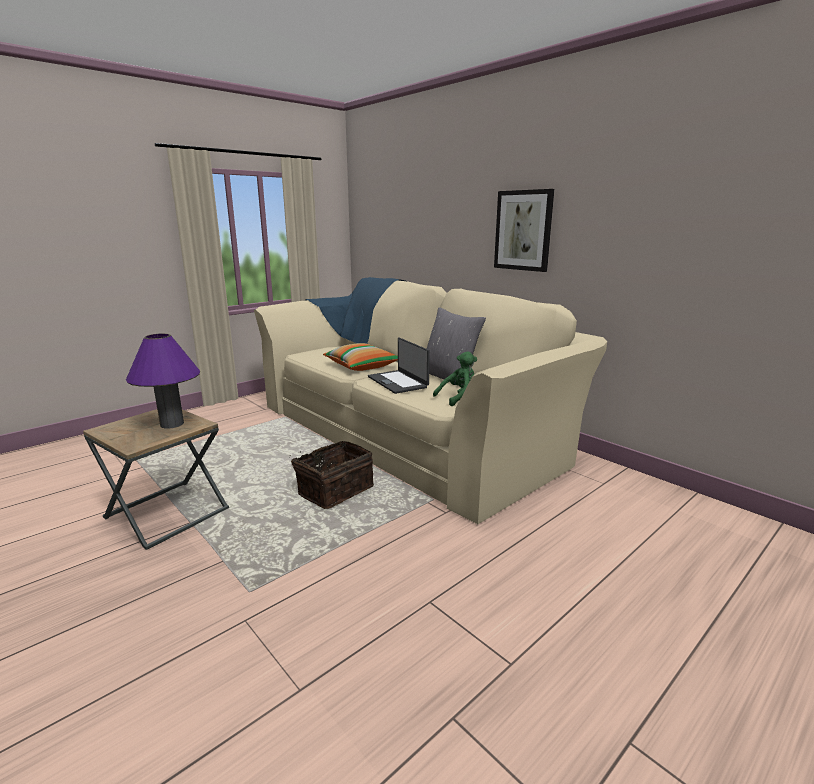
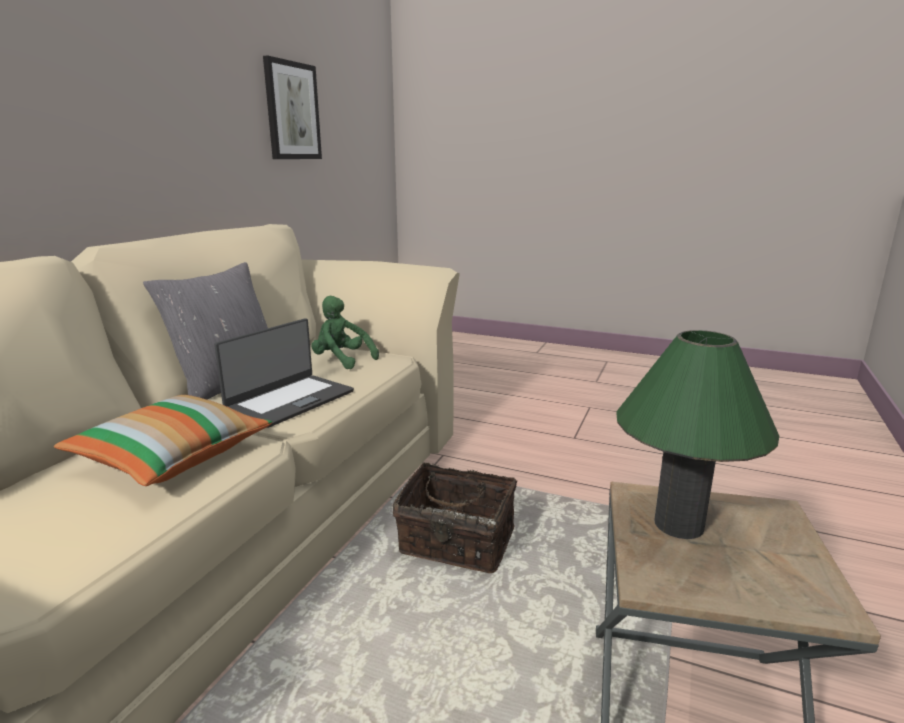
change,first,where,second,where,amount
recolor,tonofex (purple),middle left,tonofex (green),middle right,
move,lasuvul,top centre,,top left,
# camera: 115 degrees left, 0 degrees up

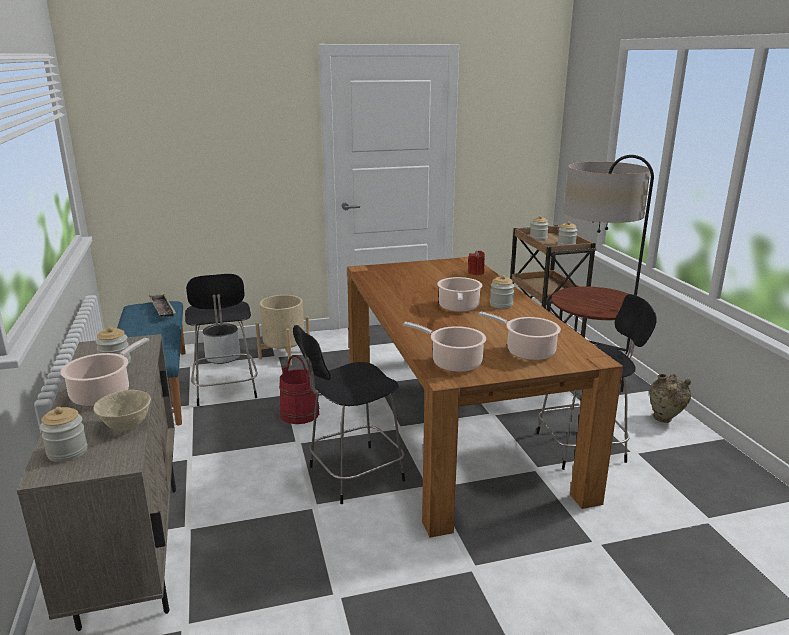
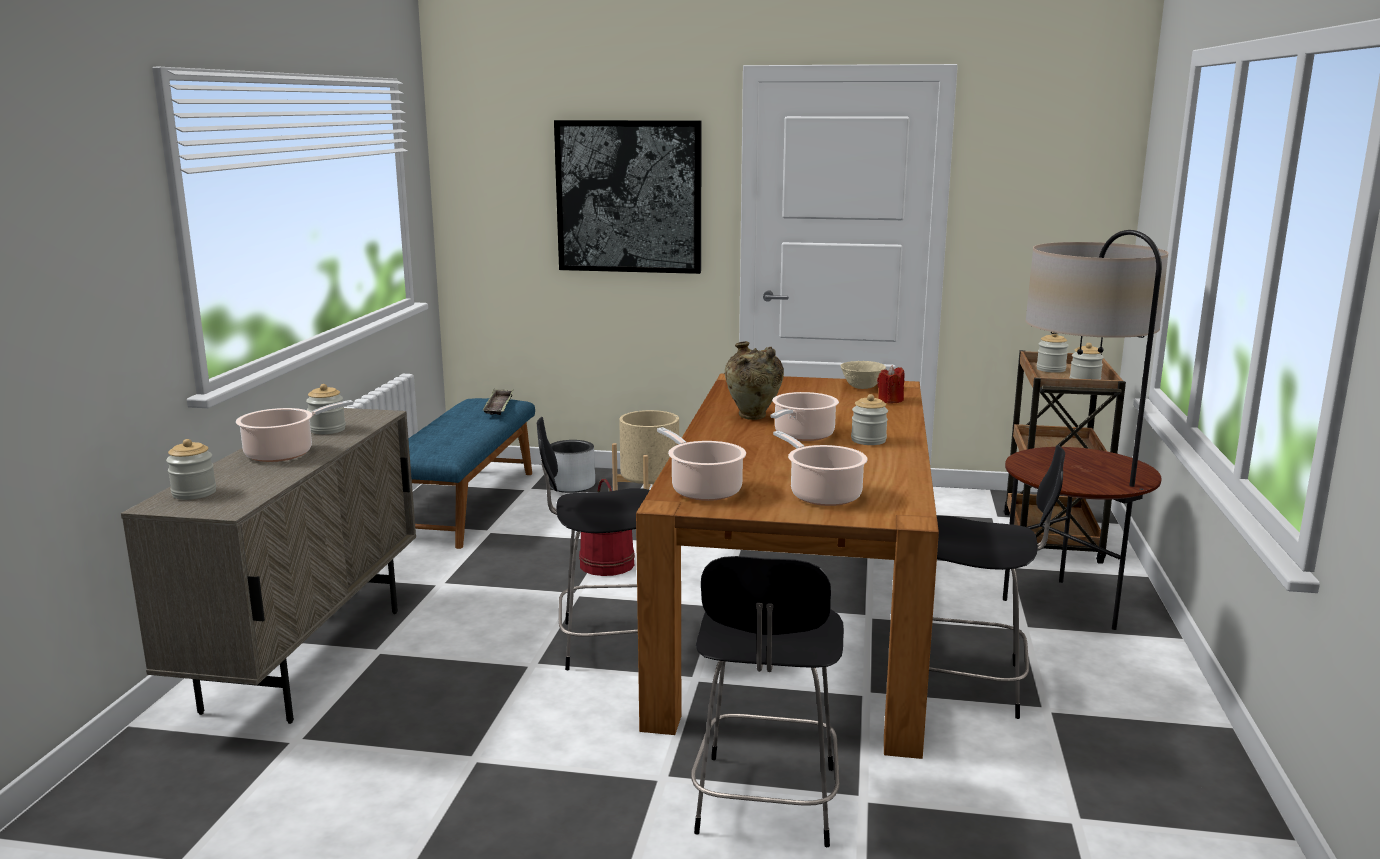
change,first,where,second,where,amount
move,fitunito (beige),middle left,,centre,
move,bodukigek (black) (1st from left in the first image),middle left,bodukigek (black) (2nd from left),bottom centre,
move,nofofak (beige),middle right,,centre,
insert,,,lasuvul,top centre,
# camera: 25 degrees right, 5 degrees down

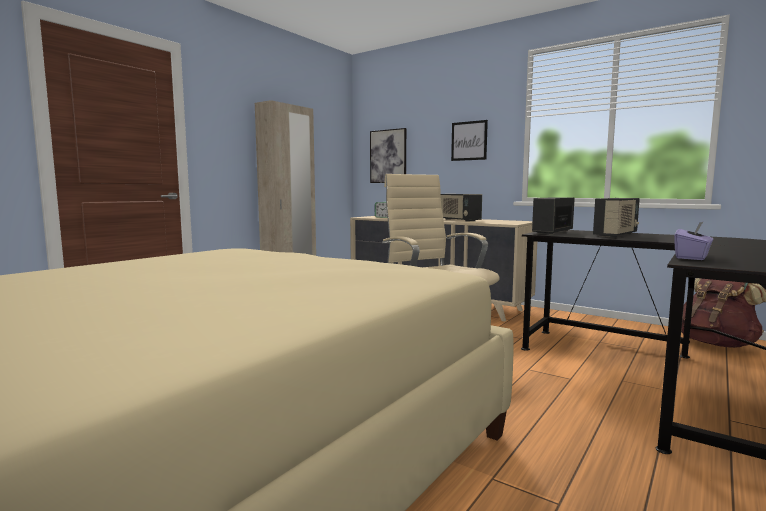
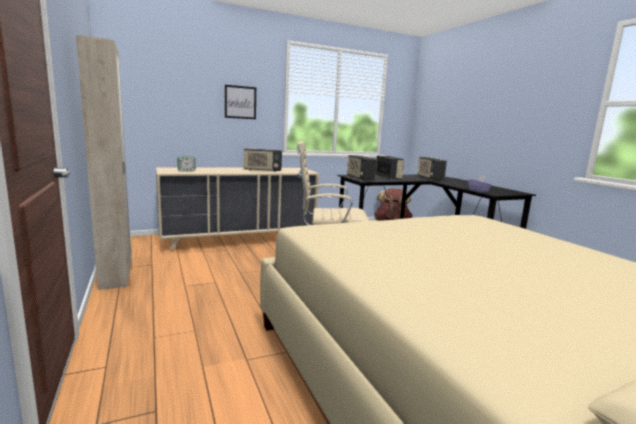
change,first,where,second,where,amount
delete,lasuvul (1st from left),top centre,,,
insert,,,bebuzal (4th from left),middle right,
# camera: 60 degrees left, 5 degrees up

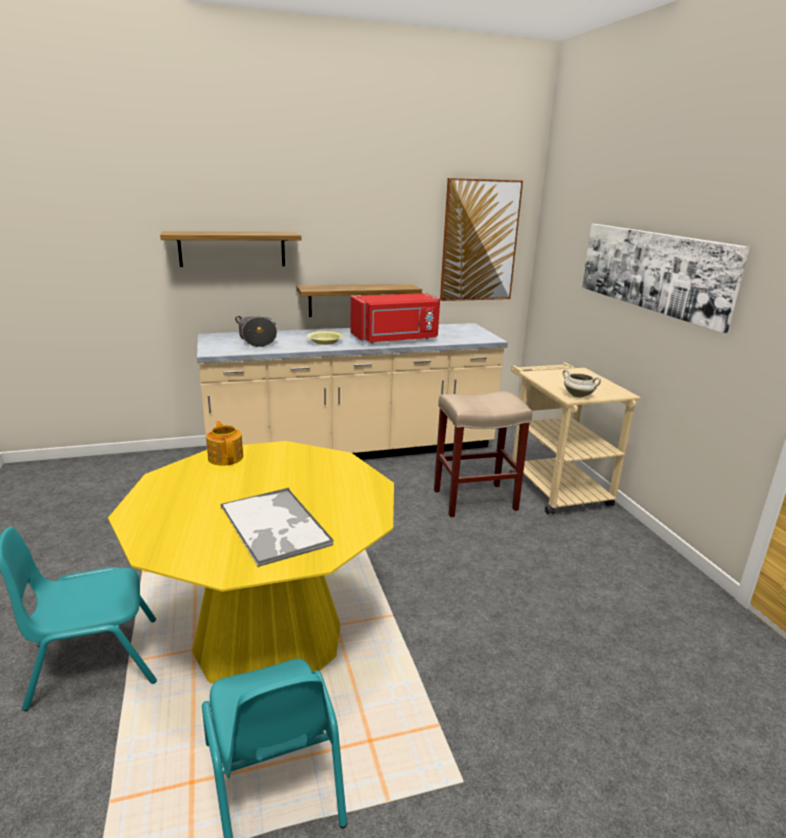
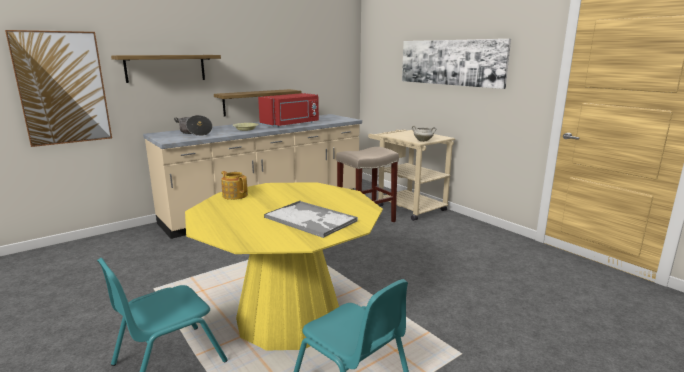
change,first,where,second,where,amount
move,lasuvul (1st from left),top centre,,top left,
# camera: 20 degrees left, 5 degrees down

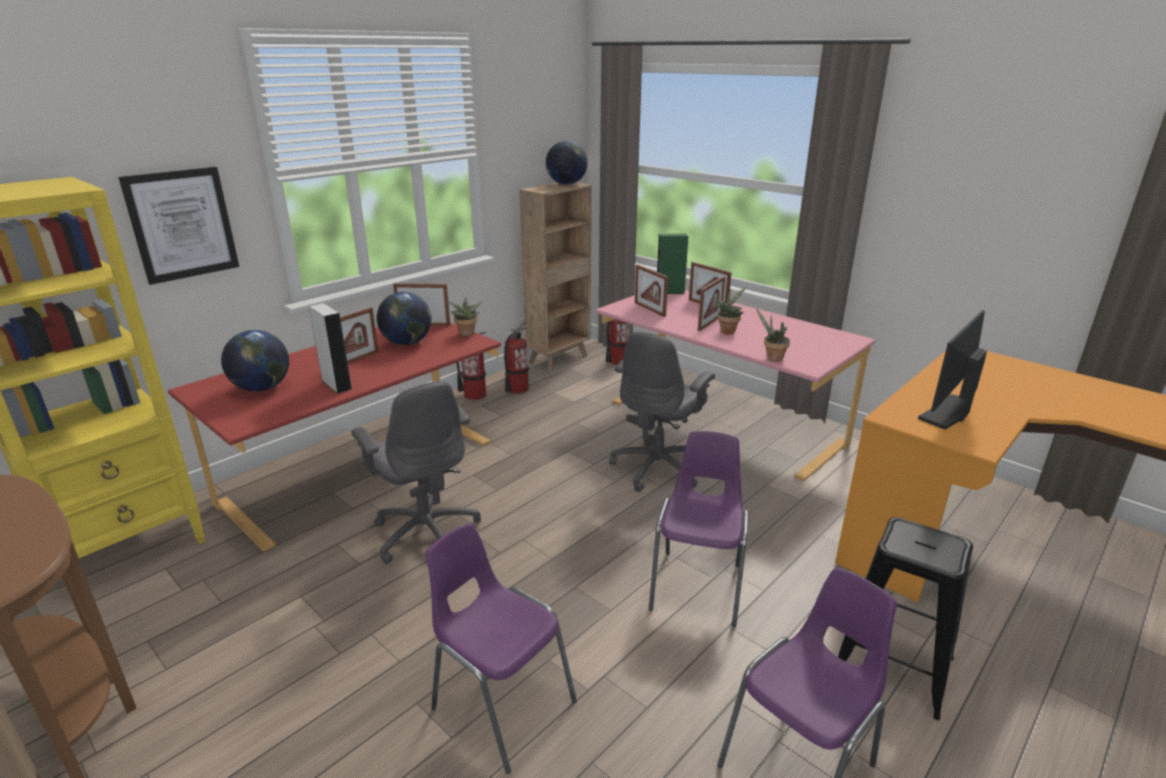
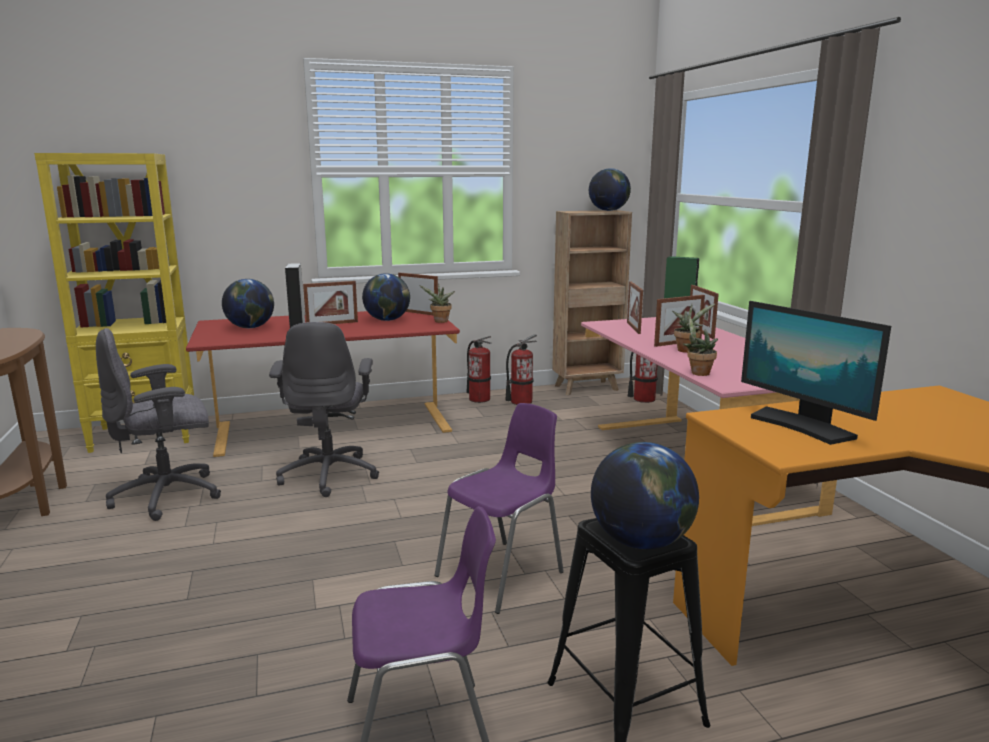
change,first,where,second,where,amount
delete,lasuvul,top left,,,
delete,bodukigek (purple) (1st from left),bottom centre,,,
move,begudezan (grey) (2nd from left in the first image),centre,begudezan (grey) (1st from left),middle left,
rotate,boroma,middle right,,middle right,105 degrees counterclockwise
insert,,,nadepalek (4th from left),bottom centre,
# camera: 30 degrees right, 10 degrees down

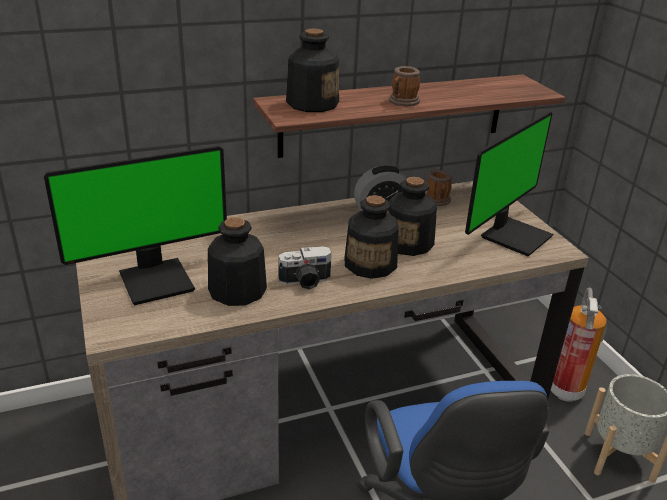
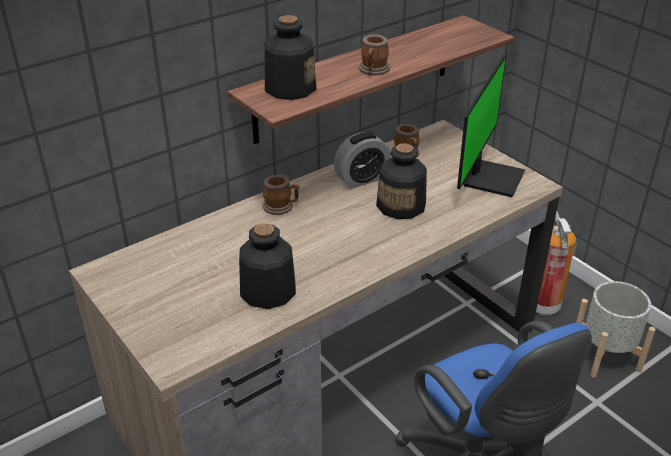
change,first,where,second,where,amount
delete,boroma (1st from left),middle left,,,
delete,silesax,centre,,,
delete,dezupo (3rd from left),centre,,,
insert,,,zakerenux (1st from left),centre,
# camera: 15 degrees left, 5 degrees up

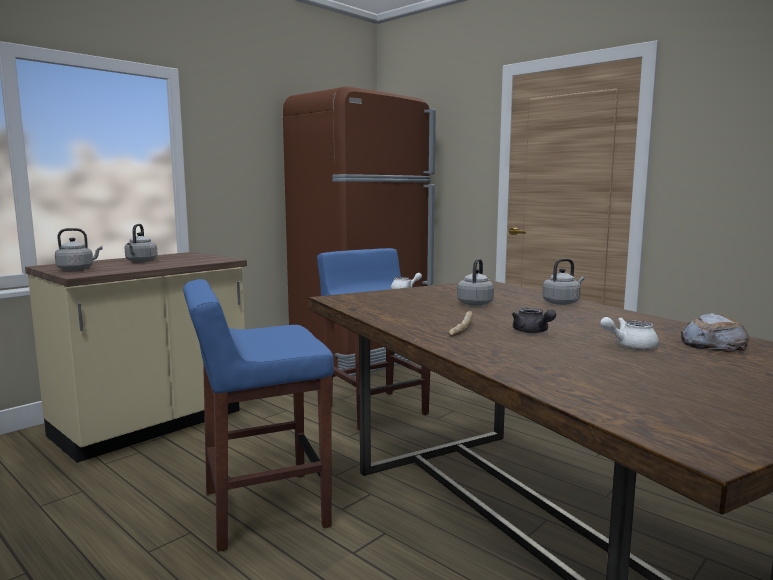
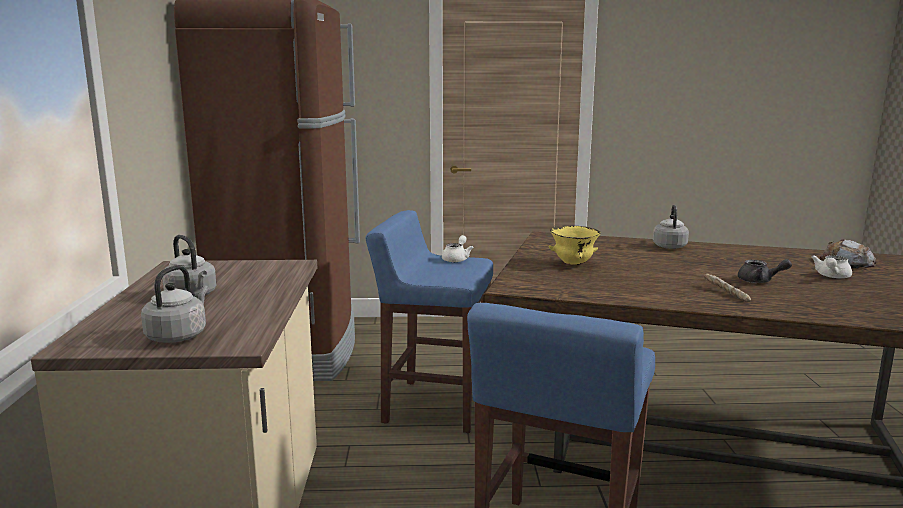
change,first,where,second,where,amount
delete,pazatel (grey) (3rd from left),centre,,,
insert,,,fitunito (yellow),centre,
# camera: 45 degrees left, 5 degrees up

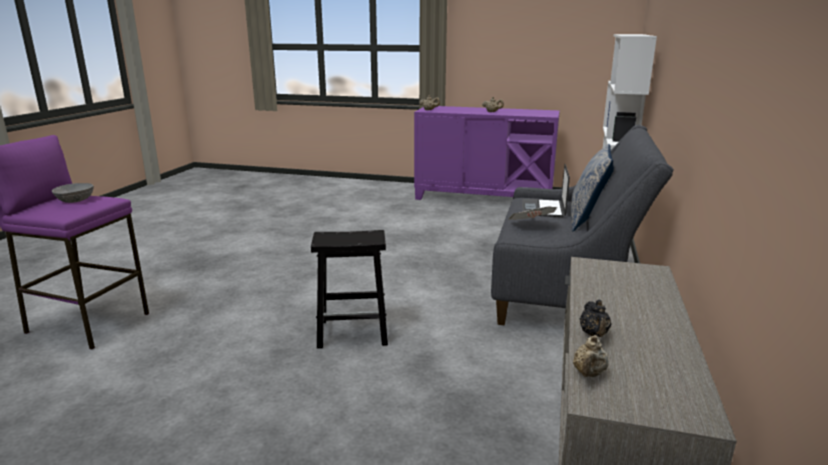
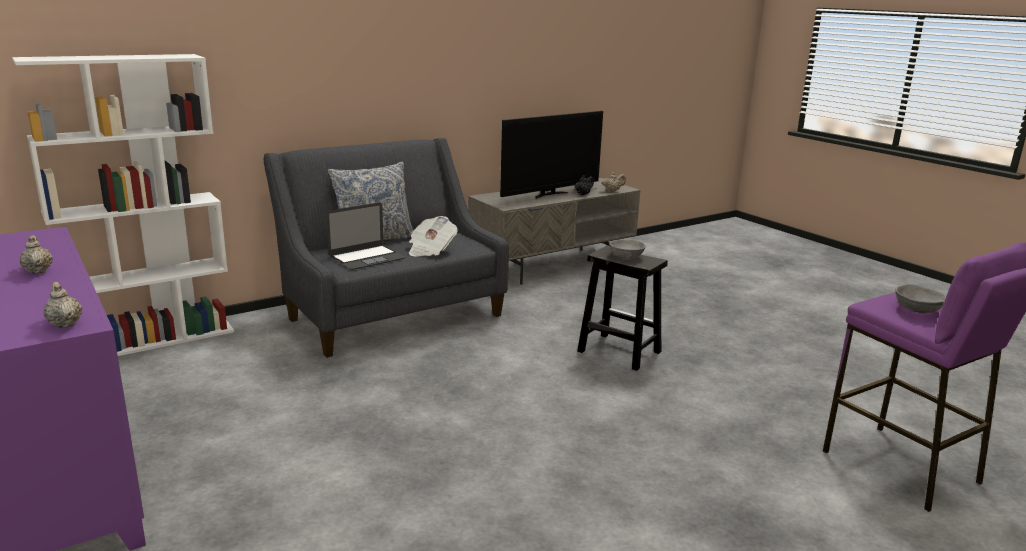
change,first,where,second,where,amount
insert,,,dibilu,top centre,
insert,,,fitunito (grey) (1st from left),centre,
# camera: 140 degrees left, 0 degrees up

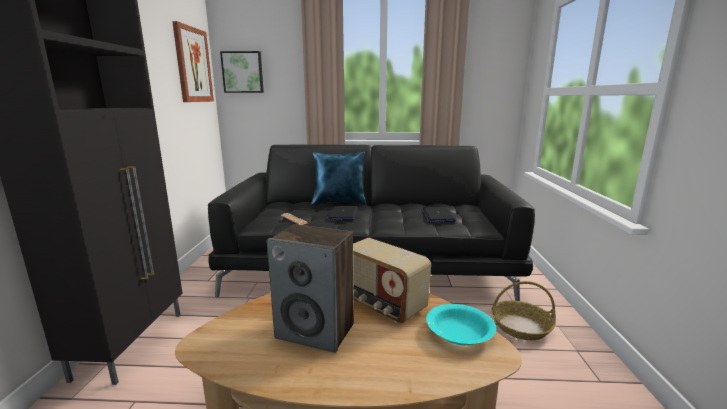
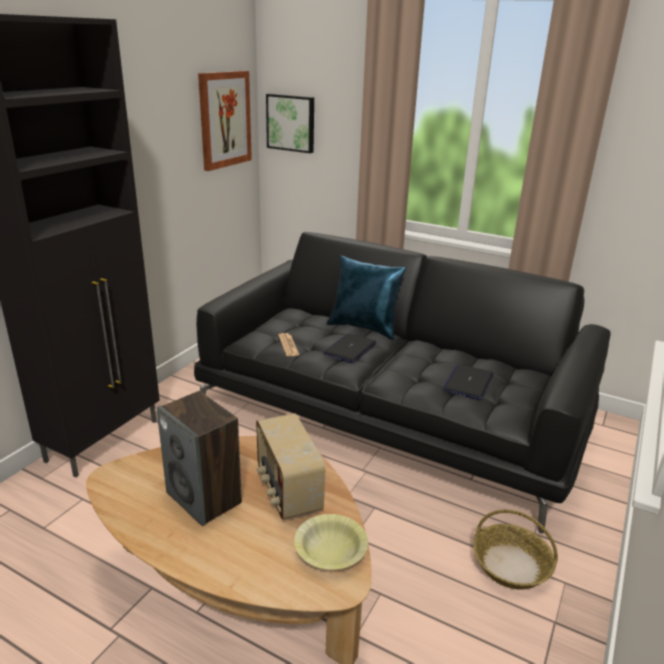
change,first,where,second,where,amount
recolor,fitunito (turquoise),bottom centre,fitunito (yellow),bottom centre,
# camera: 25 degrees right, 10 degrees up

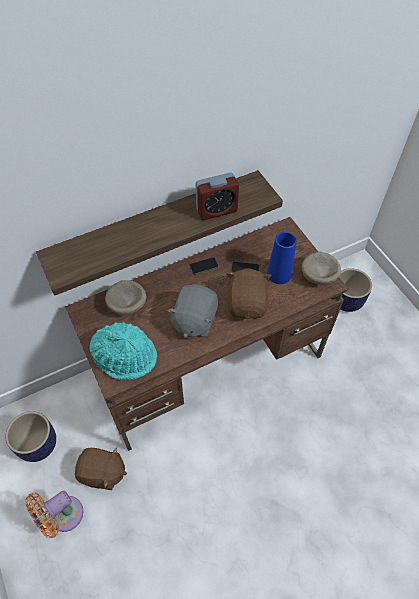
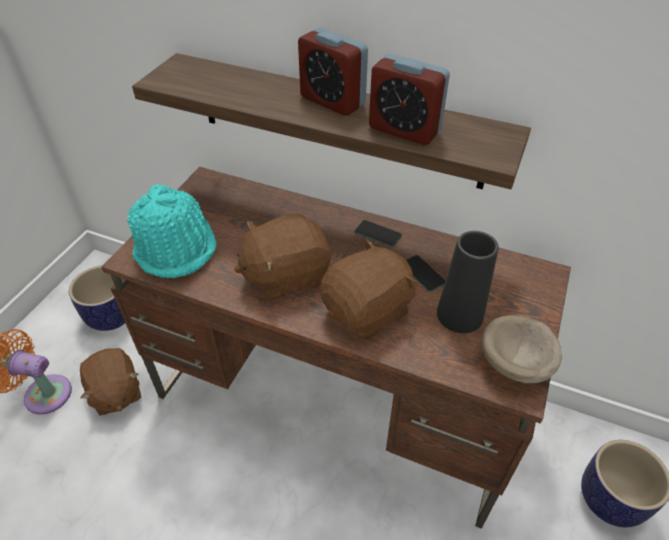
change,first,where,second,where,amount
delete,fitunito (beige) (1st from left),middle left,,,
recolor,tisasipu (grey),centre,tisasipu (brown) (2nd from left),centre,
recolor,nofofak (blue),middle right,nofofak (black),middle right,
insert,,,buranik (1st from left),top centre,
# camera: 50 degrees right, 10 degrees down

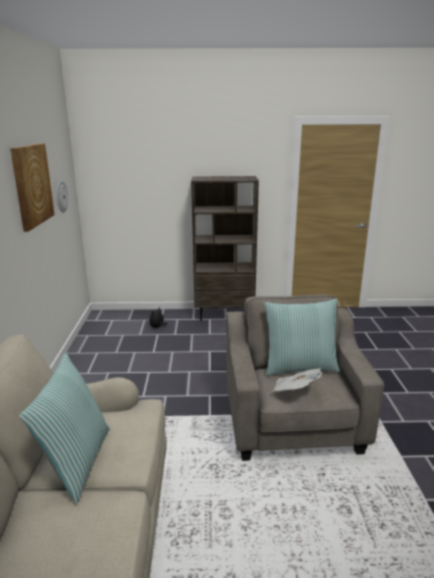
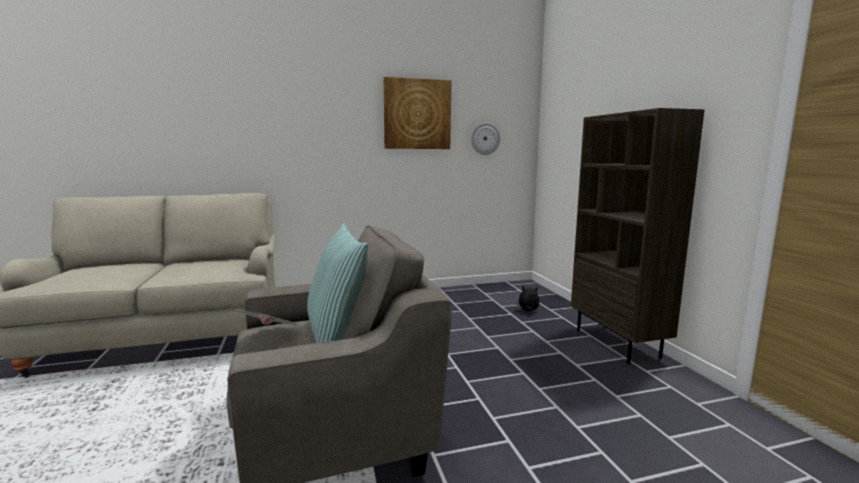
change,first,where,second,where,amount
delete,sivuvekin (1st from left),bottom left,,,
# camera: 75 degrees right, 10 degrees down

